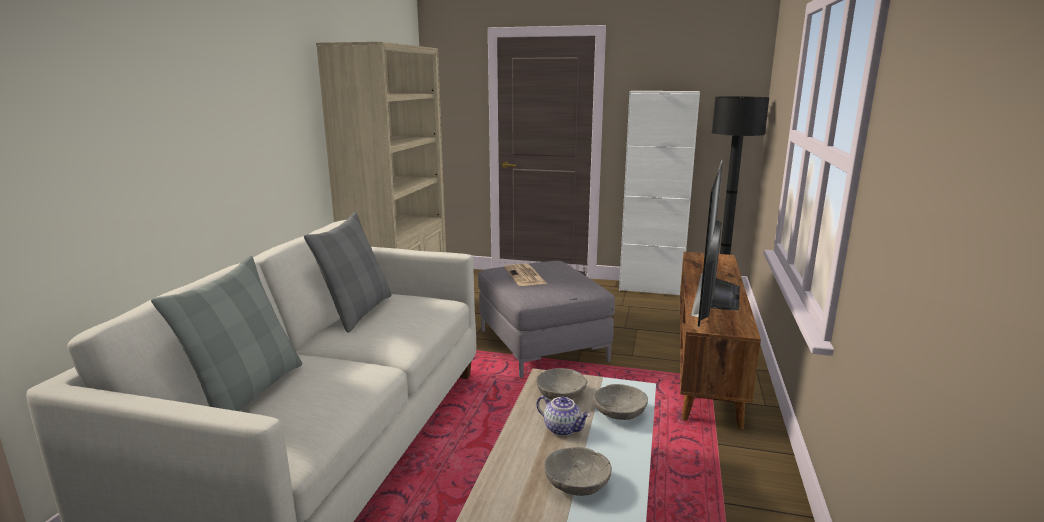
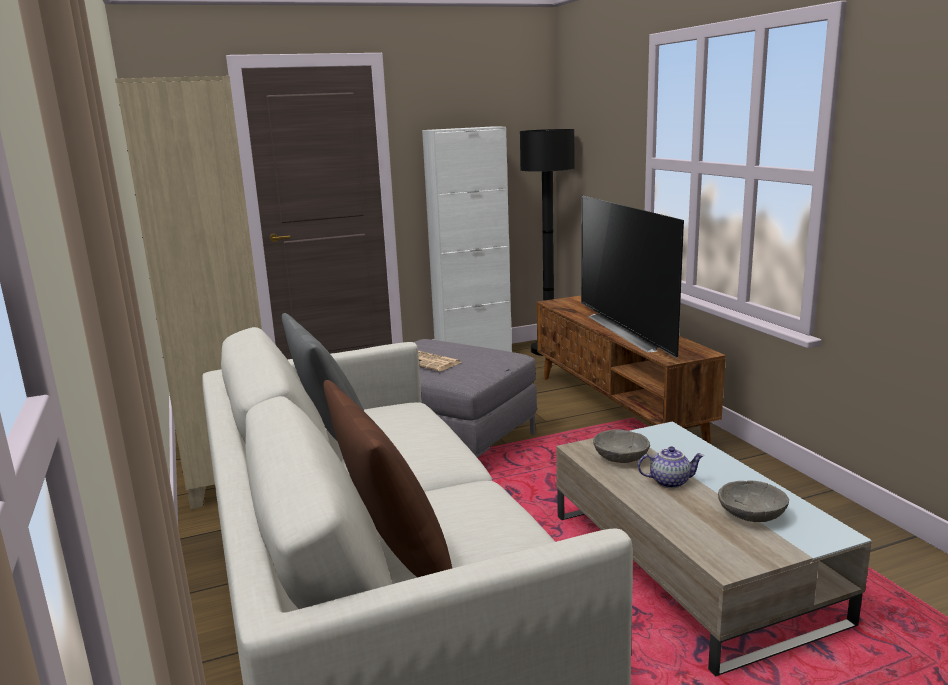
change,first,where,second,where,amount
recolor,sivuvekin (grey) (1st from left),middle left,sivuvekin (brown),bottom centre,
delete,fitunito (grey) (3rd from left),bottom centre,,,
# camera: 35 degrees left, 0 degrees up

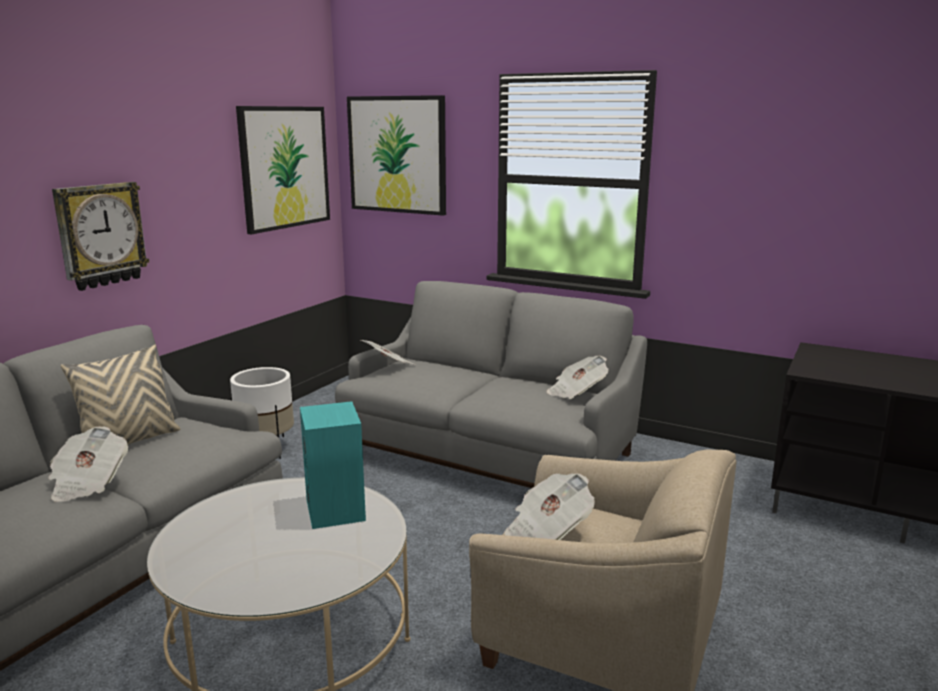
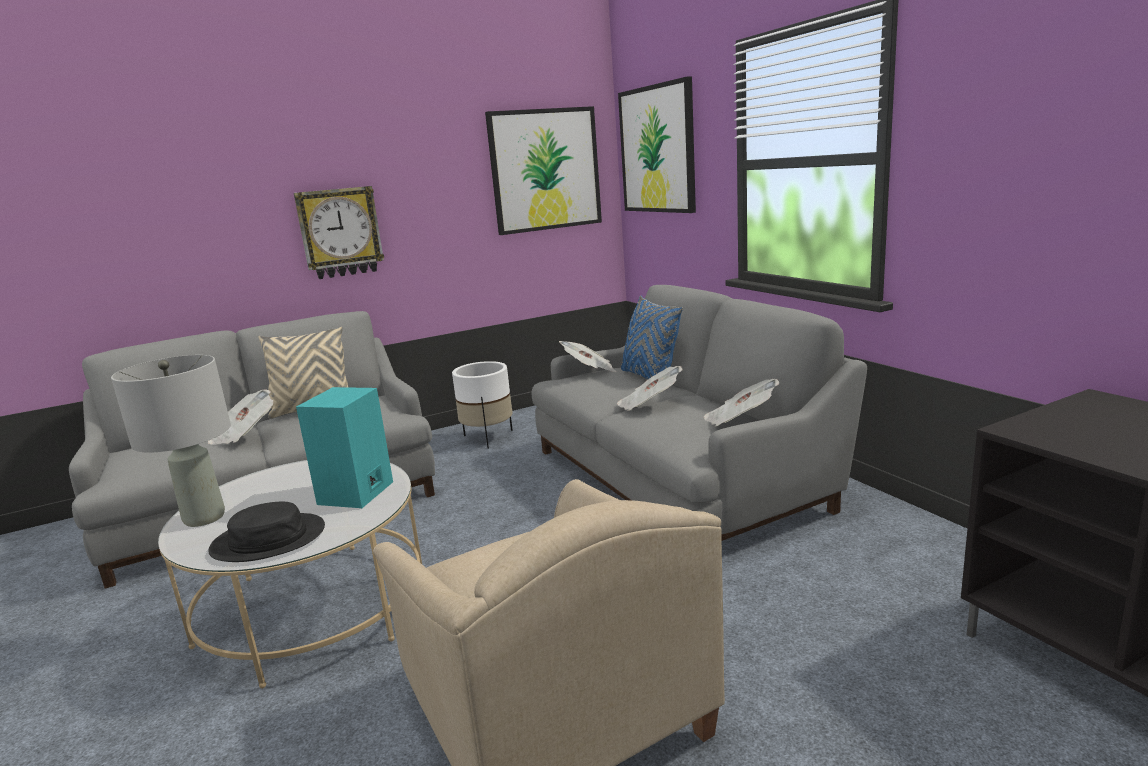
change,first,where,second,where,amount
move,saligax (3rd from left),bottom centre,,centre,
insert,,,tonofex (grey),middle left,
insert,,,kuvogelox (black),bottom left,
insert,,,sivuvekin (blue),centre,
# camera: 35 degrees right, 0 degrees up

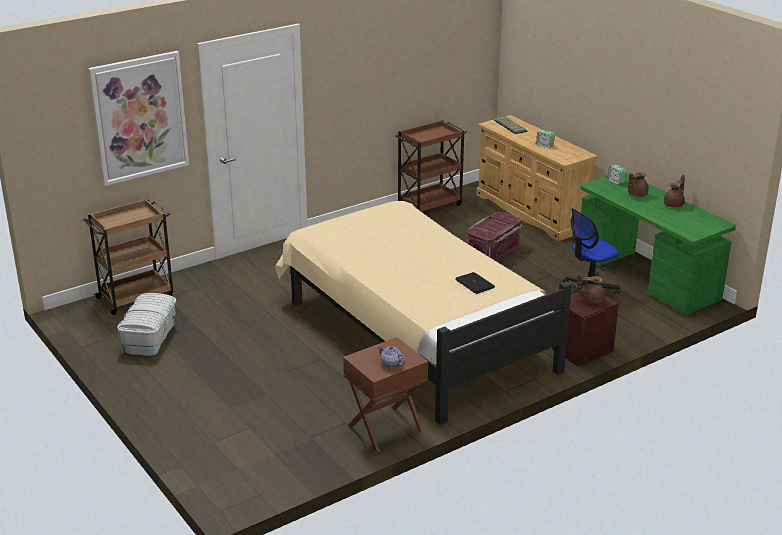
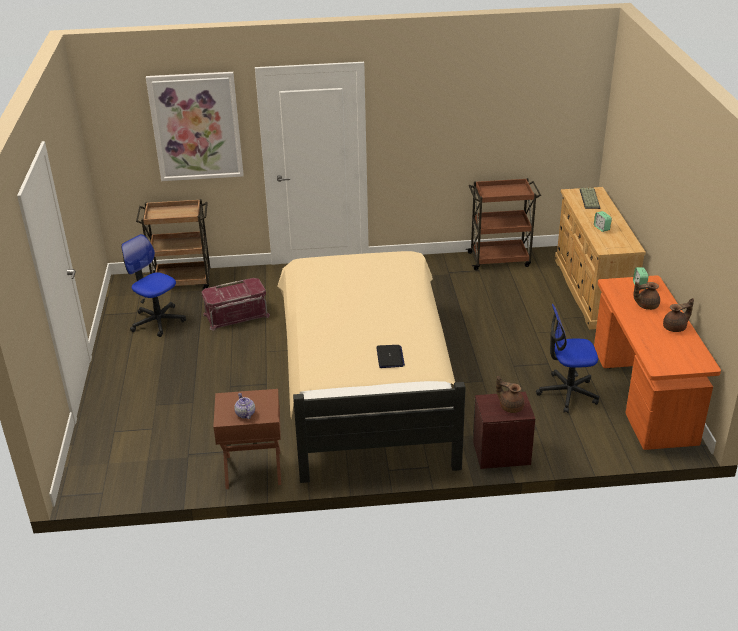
change,first,where,second,where,amount
replace,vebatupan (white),middle left,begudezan (1st from left),middle left,
move,vebatupan (red),centre,,middle left,
recolor,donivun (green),middle right,donivun (orange),middle right,
# camera: 30 degrees right, 5 degrees up

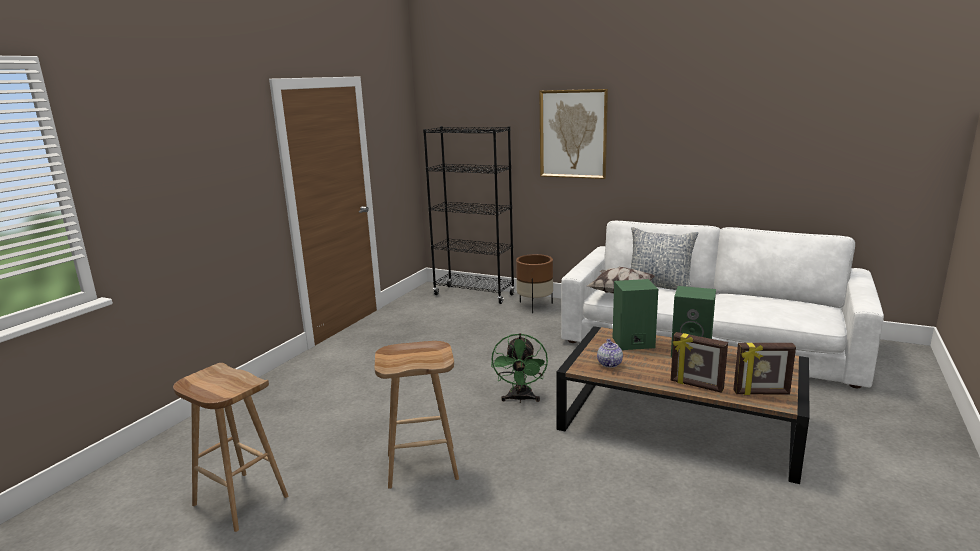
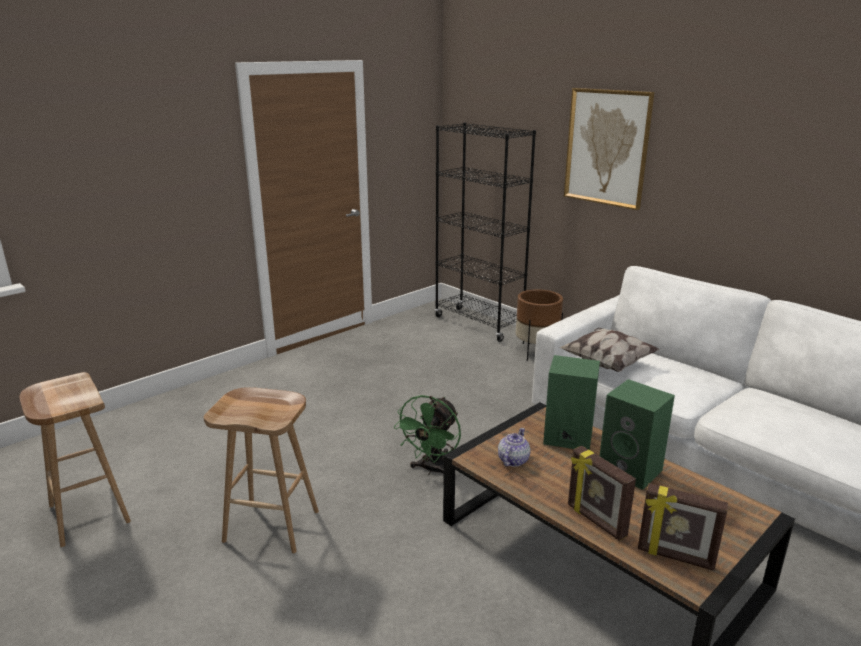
change,first,where,second,where,amount
delete,sivuvekin (2nd from left),middle right,,,
# camera: 20 degrees right, 5 degrees up

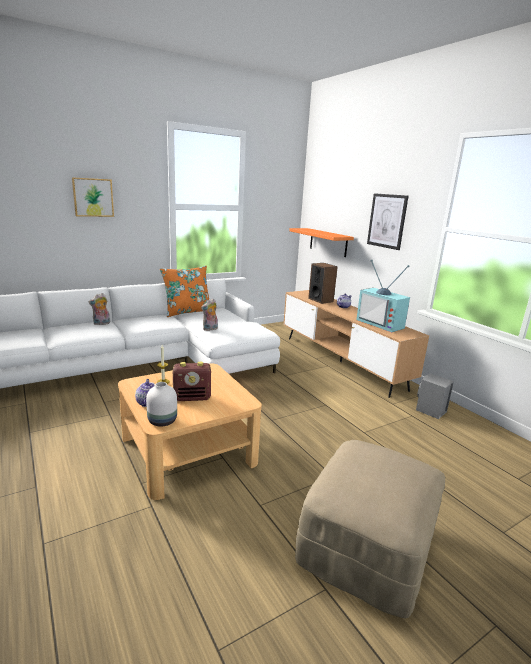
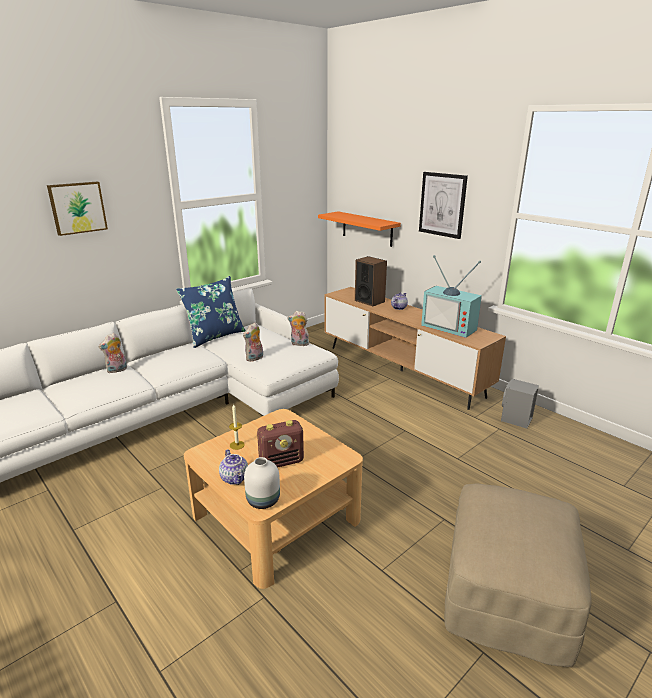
change,first,where,second,where,amount
recolor,sivuvekin (orange),centre,sivuvekin (blue),middle left,
insert,,,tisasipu (3rd from left),centre,
# camera: 10 degrees left, 5 degrees up

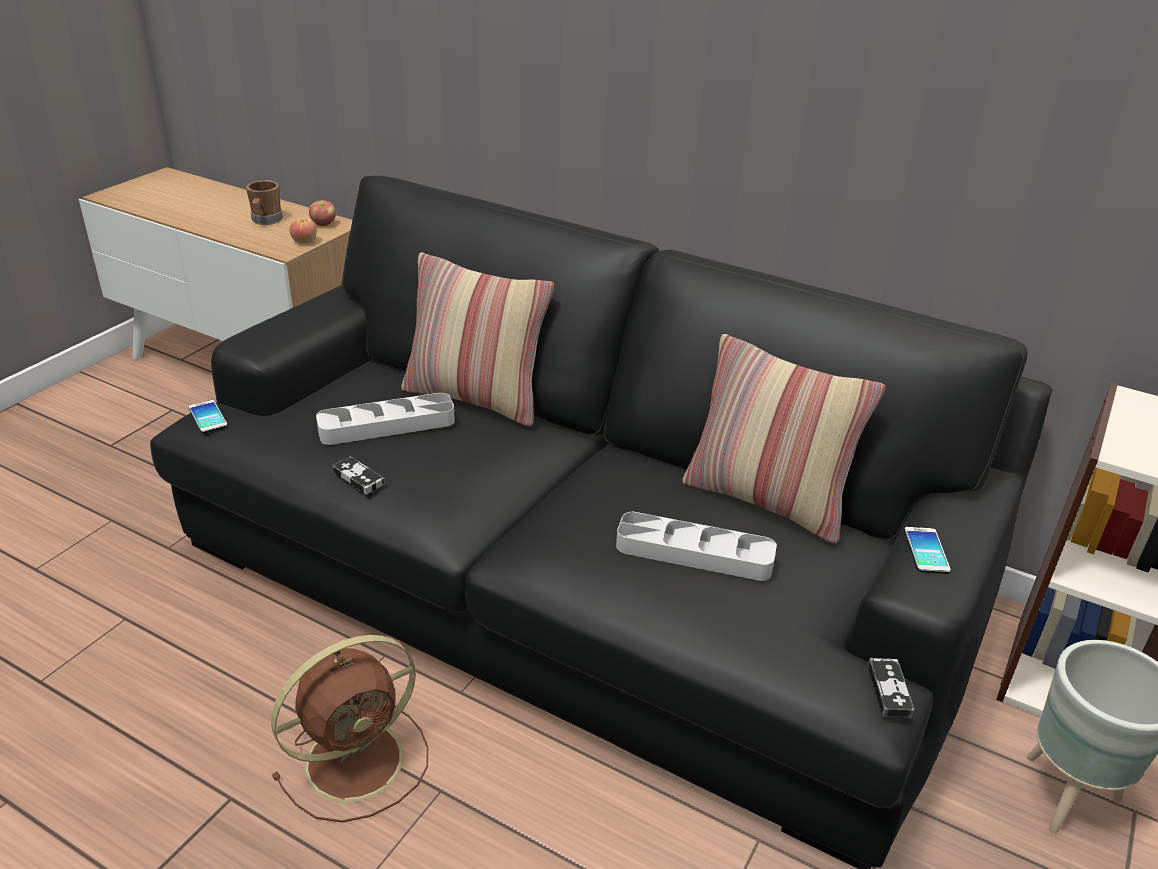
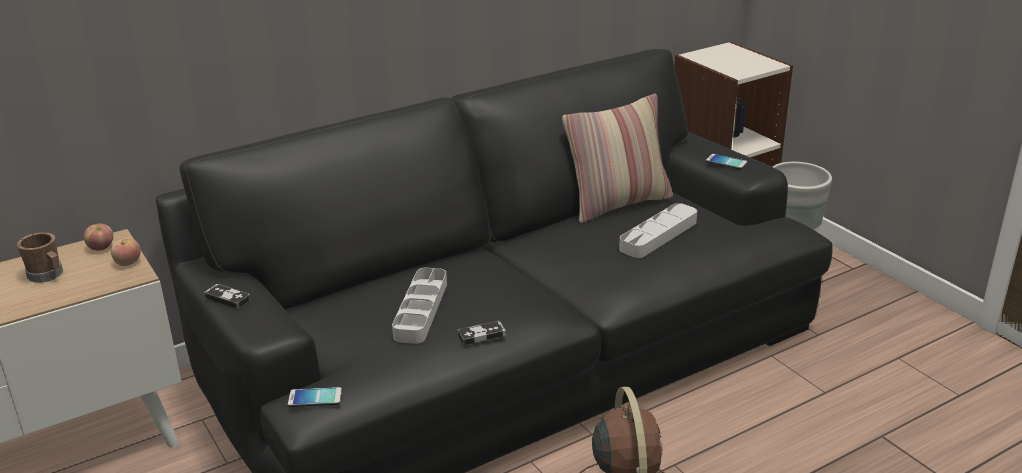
change,first,where,second,where,amount
delete,sivuvekin (1st from left),centre,,,
move,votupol (2nd from left in the first image),bottom right,votupol (1st from left),middle left,
# camera: 60 degrees left, 5 degrees down

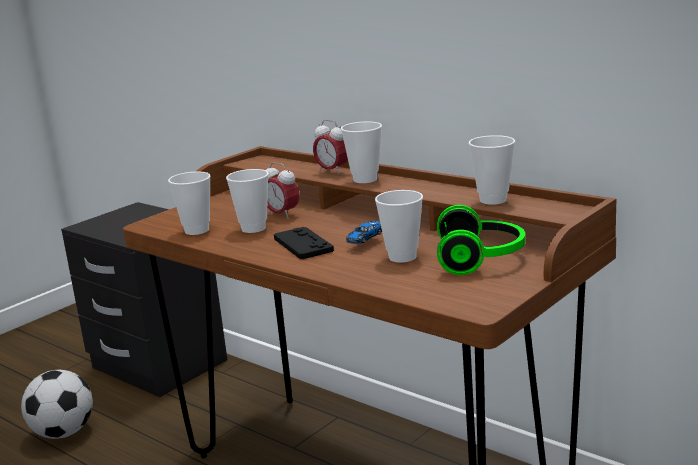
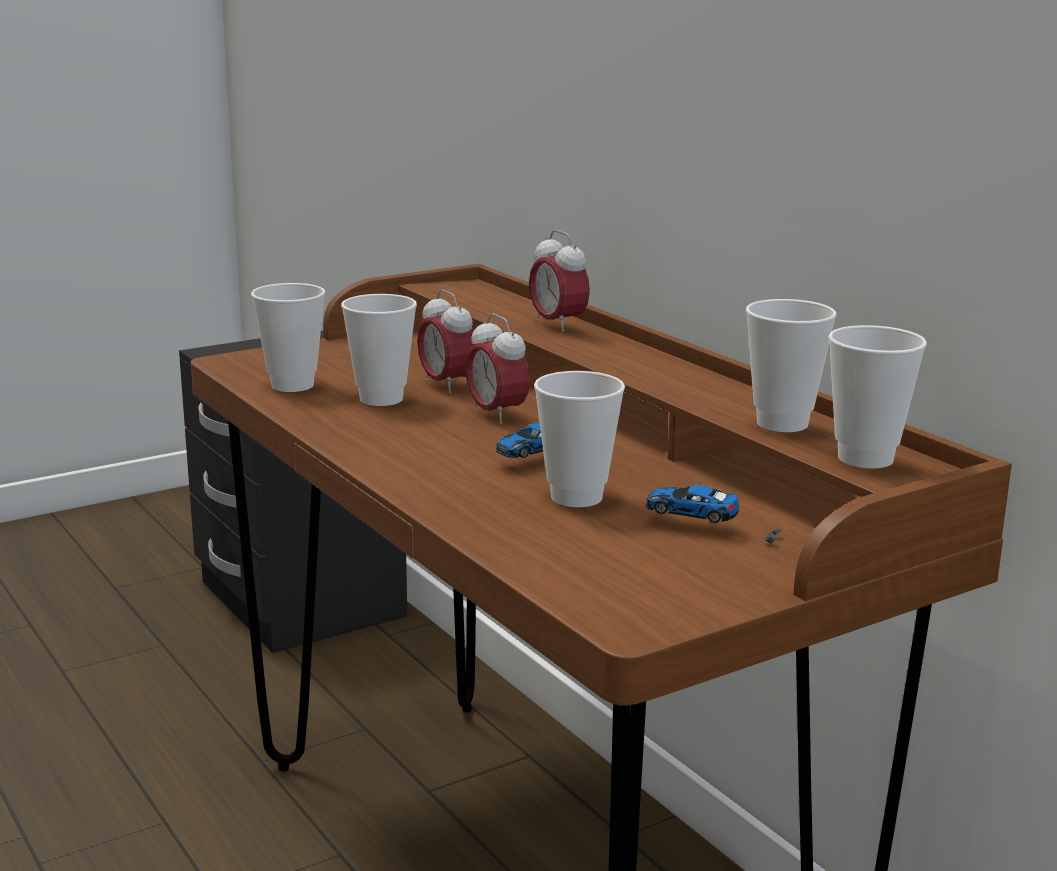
change,first,where,second,where,amount
delete,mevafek,bottom left,,,
delete,votupol (black),centre,,,
move,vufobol (3rd from left in the first image),top centre,vufobol (5th from left),middle right,
replace,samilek,middle right,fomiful (2nd from left),middle right,
insert,,,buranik (2nd from left),centre,
# camera: 15 degrees right, 0 degrees up

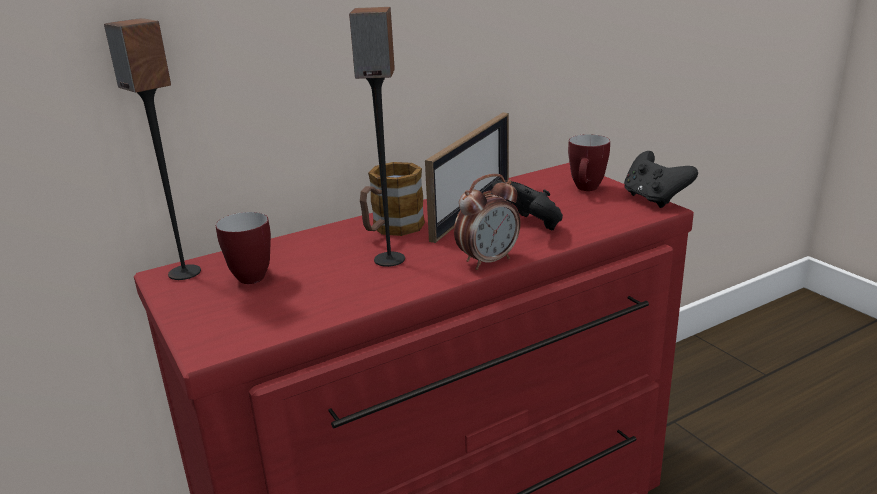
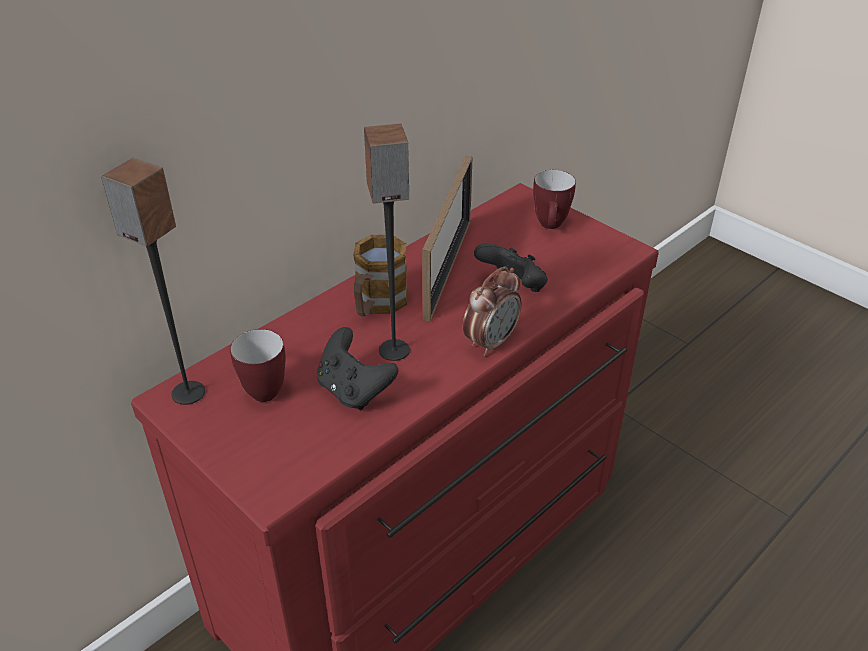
change,first,where,second,where,amount
move,votupol (black) (2nd from left in the first image),middle right,votupol (black) (1st from left),centre,
# camera: 15 degrees left, 15 degrees up

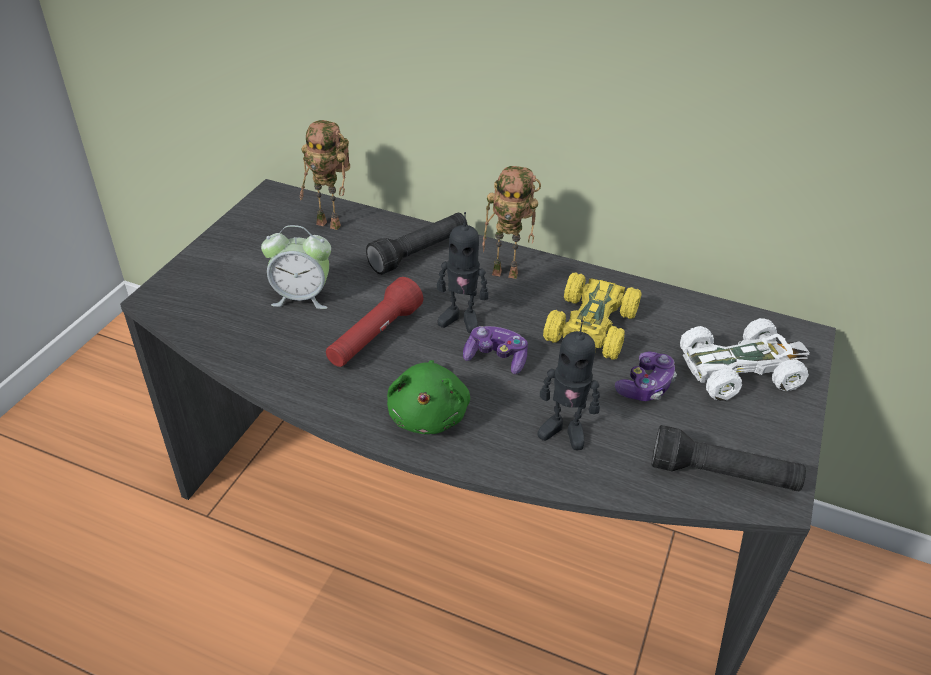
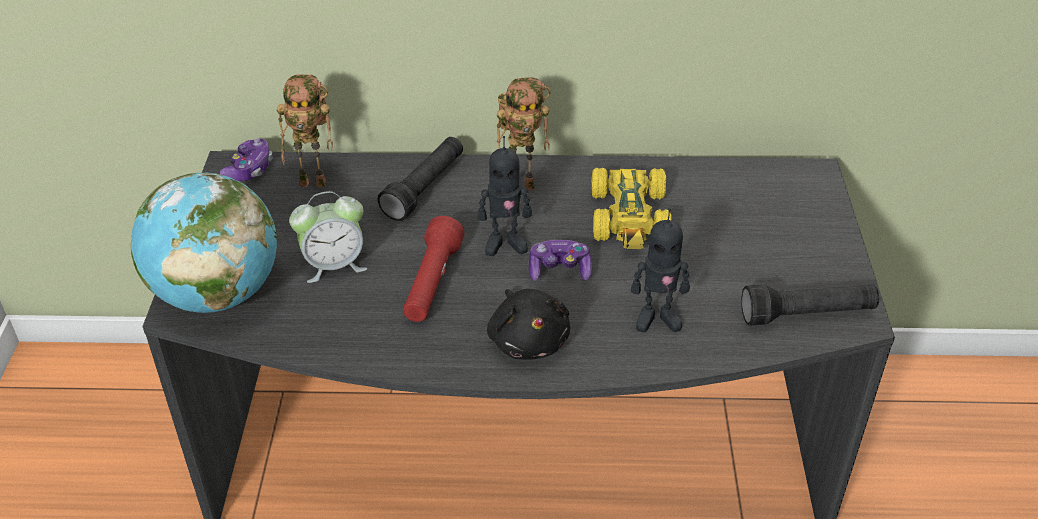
change,first,where,second,where,amount
recolor,tisasipu (green),centre,tisasipu (black),centre,
move,votupol (2nd from left in the first image),middle right,votupol (1st from left),top left,
delete,fomiful (white),middle right,,,
insert,,,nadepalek,middle left,
# camera: 20 degrees left, 0 degrees up

